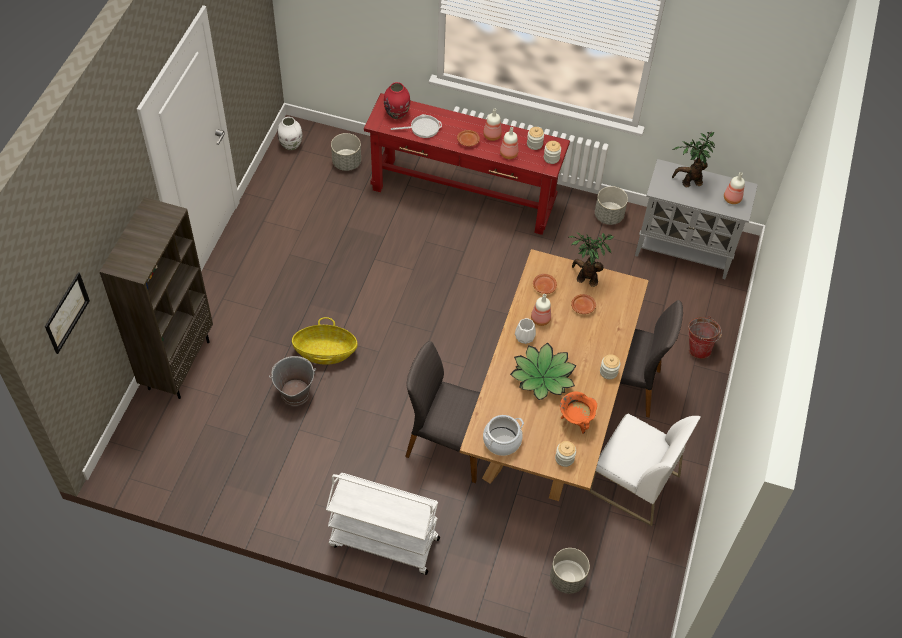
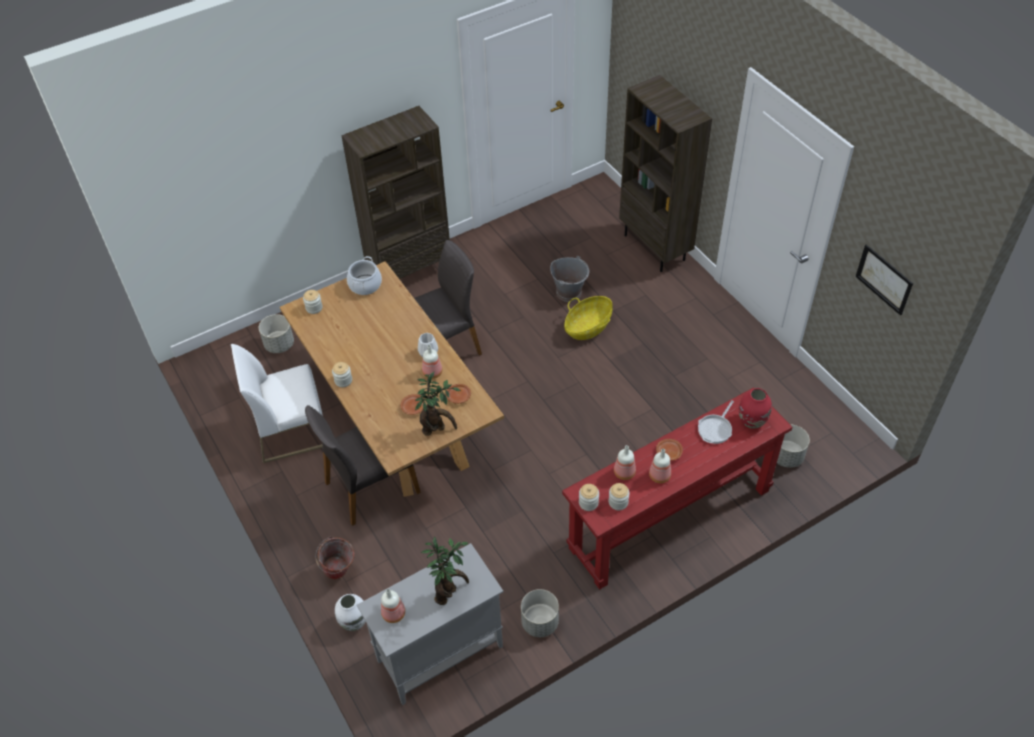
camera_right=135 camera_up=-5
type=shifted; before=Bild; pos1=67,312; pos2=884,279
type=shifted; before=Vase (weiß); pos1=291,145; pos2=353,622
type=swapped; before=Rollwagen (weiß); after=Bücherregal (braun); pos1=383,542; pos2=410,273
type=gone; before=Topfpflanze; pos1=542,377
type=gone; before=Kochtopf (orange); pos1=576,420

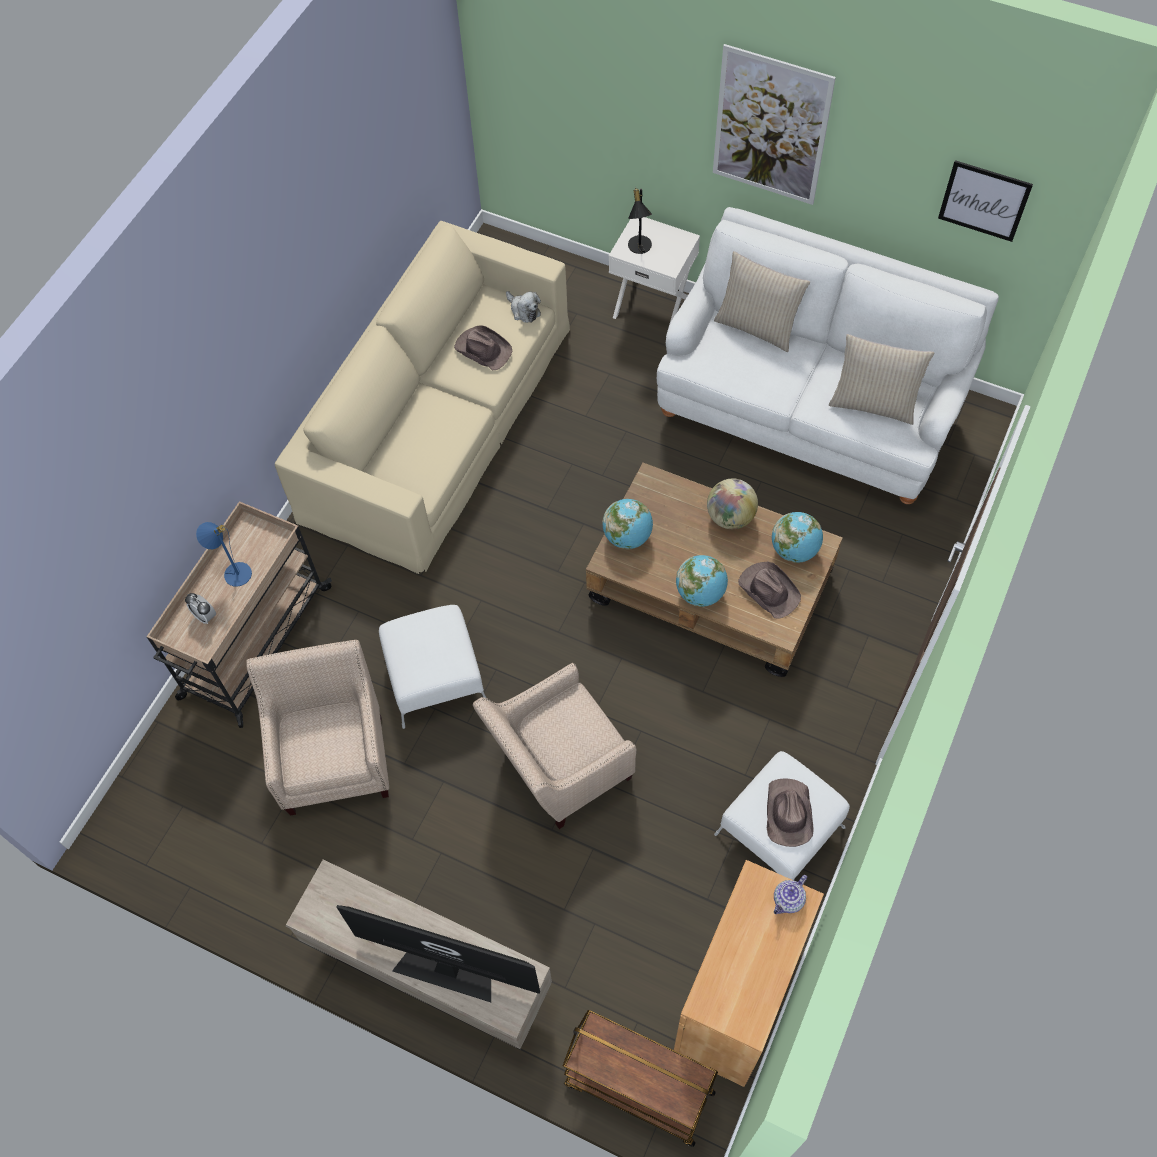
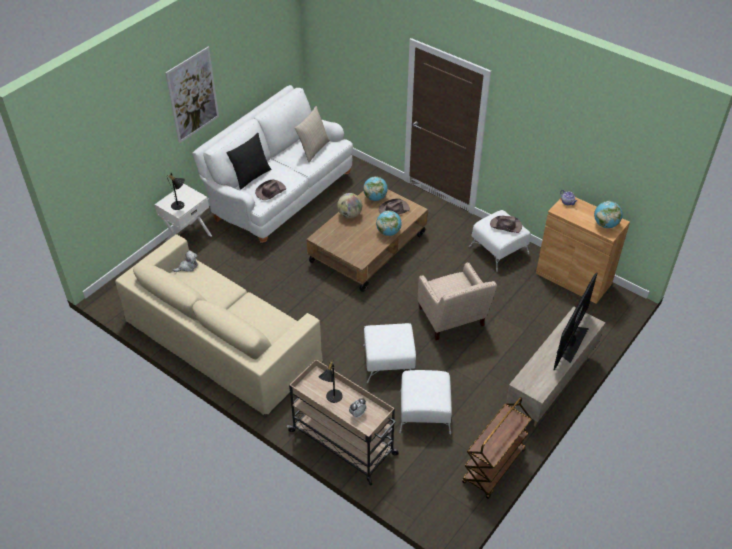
camera_right=-80 camera_up=-15
type=repainted; before=Tischlampe (blau); after=Tischlampe (schwarz); pos1=233,571; pos2=331,398
type=swapped; before=Sessel (beige); after=Polsterhocker (weiß); pos1=335,755; pos2=425,411
type=shifted; before=Hut (braun); pos1=483,349; pos2=270,191
type=shifted; before=Rollwagen (braun); pos1=637,1088; pos2=494,467
type=shifted; before=Globus; pos1=627,537; pos2=605,224
type=repainted; before=Kissen (beige); after=Kissen (schwarz); pos1=757,326; pos2=251,176
type=gone; before=Bild; pos1=984,200

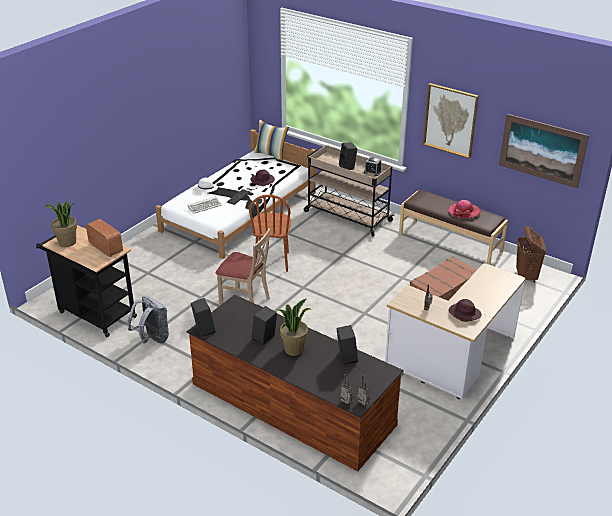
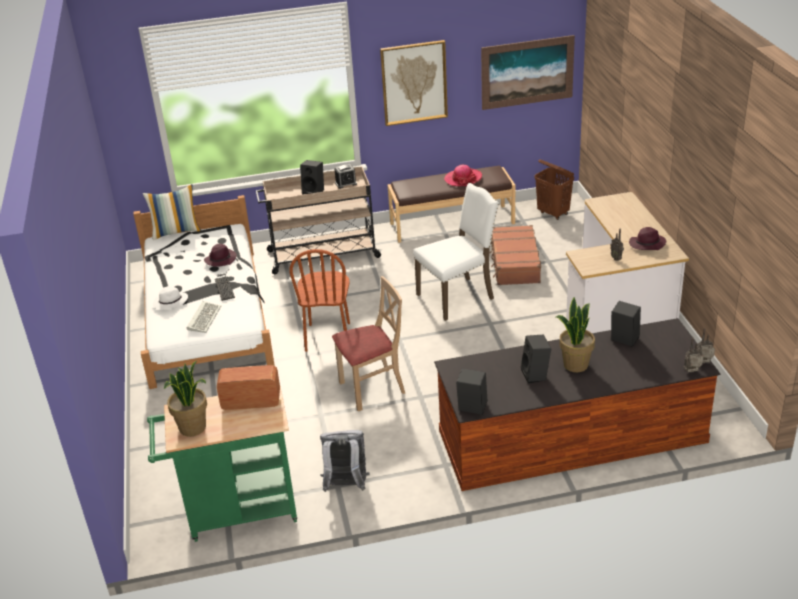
camera_right=-45 camera_up=0
type=repainted; before=Rollwagen (schwarz); after=Rollwagen (grün); pos1=94,313; pos2=235,513
type=rotated; before=Stuhl (braun); pos1=272,261; pos2=328,337; turn=45
type=new; after=Stuhl (weiß); pos2=457,297

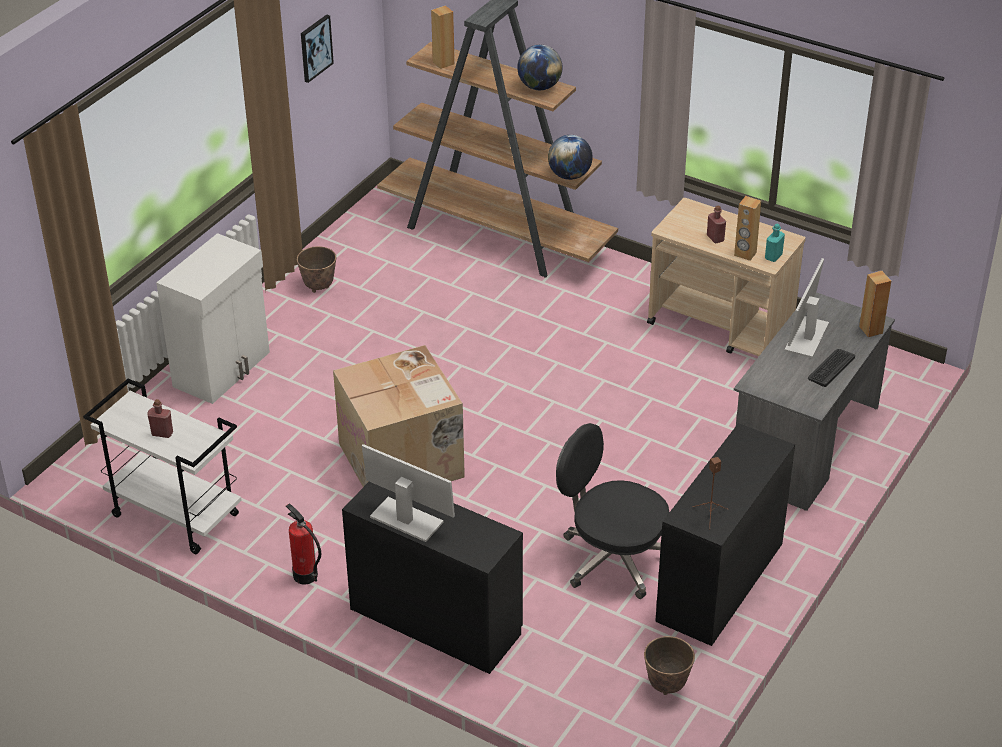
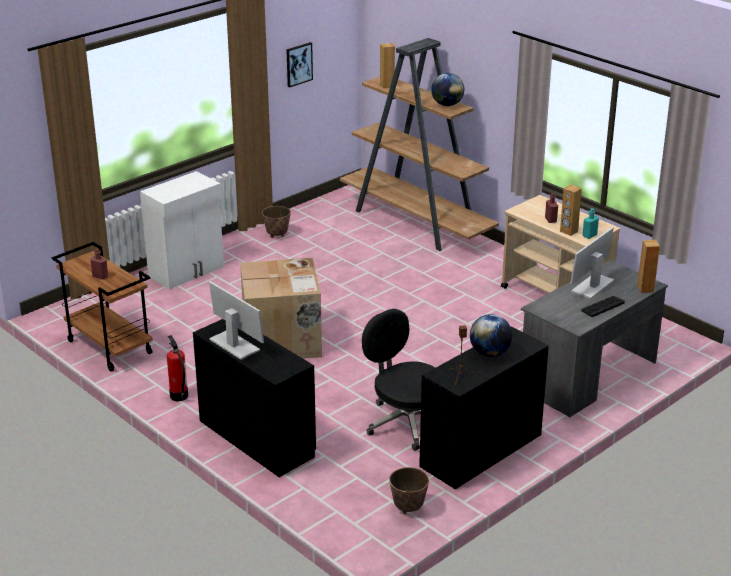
camera_right=15 camera_up=-10
type=repainted; before=Rollwagen (weiß); after=Rollwagen (braun); pos1=174,515; pos2=108,347
type=shifted; before=Globus; pos1=569,175; pos2=490,353

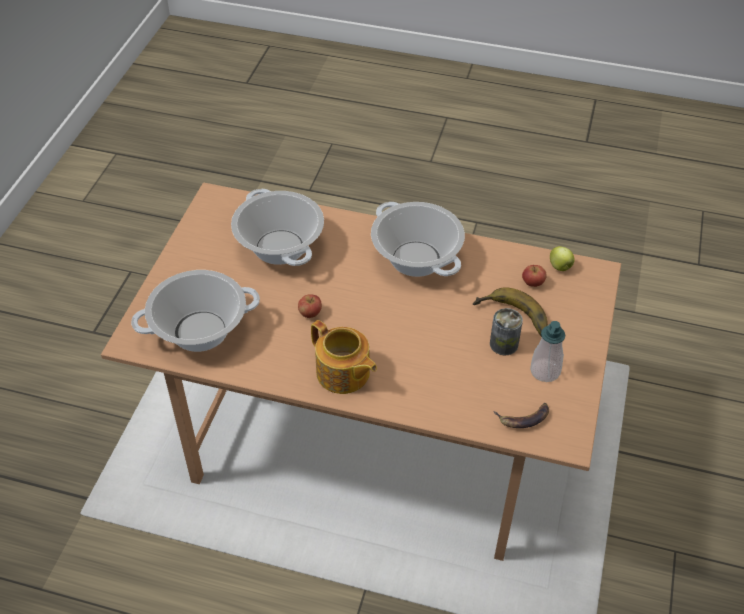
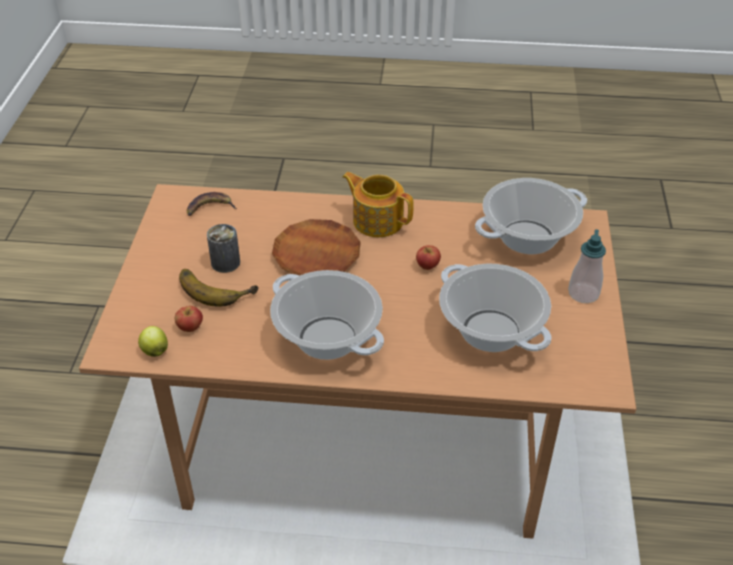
camera_right=170 camera_up=-5
type=shifted; before=Seifenspender; pos1=545,371; pos2=583,293
type=new; after=Teller (braun); pos2=316,254

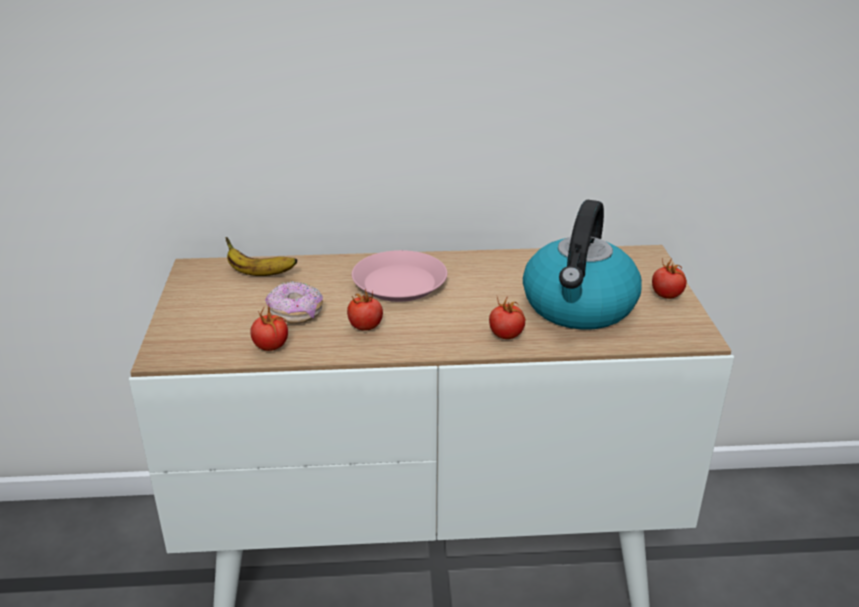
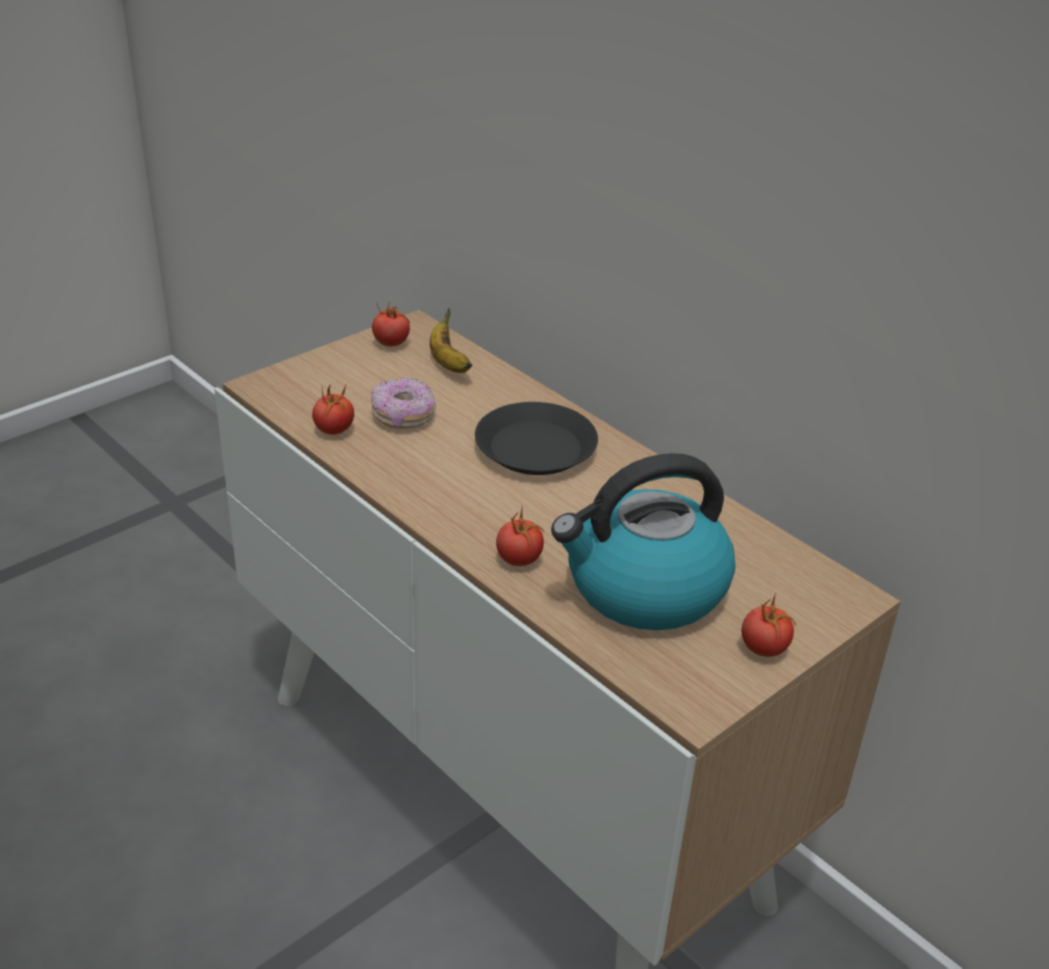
camera_right=50 camera_up=5
type=shifted; before=Tomate; pos1=365,326; pos2=391,343
type=repainted; before=Teller (rosa); after=Teller (schwarz); pos1=399,283; pos2=535,448

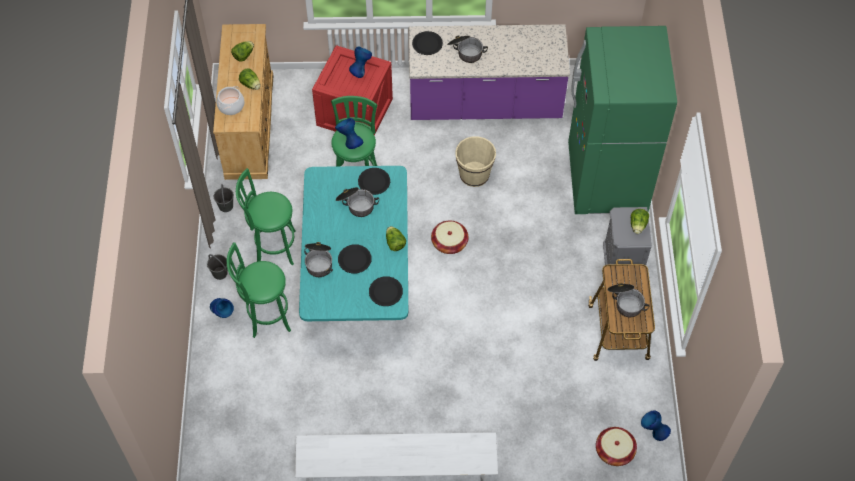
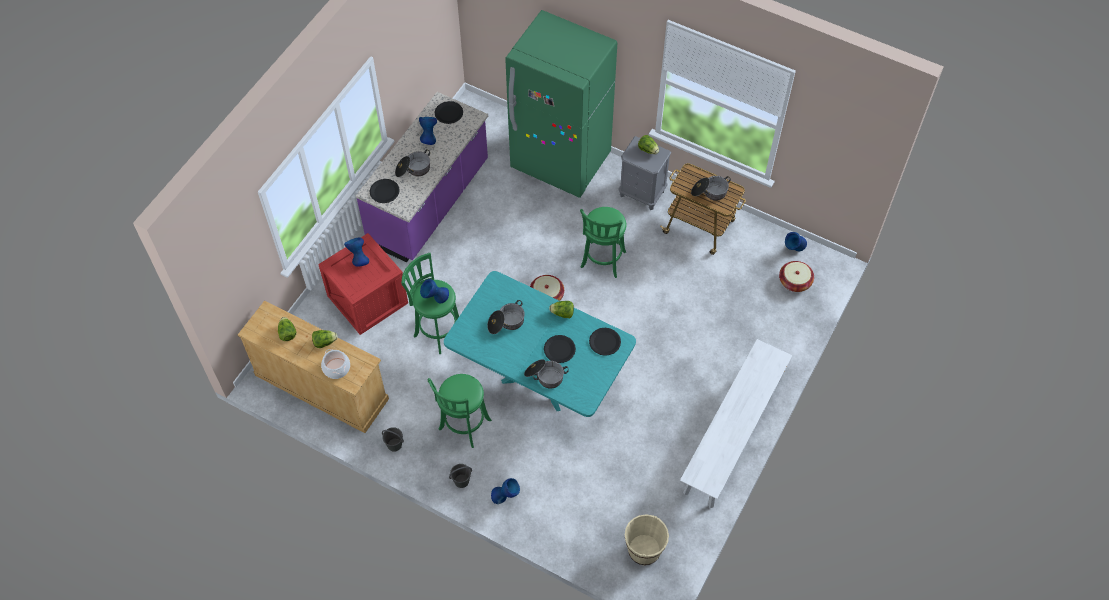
camera_right=-60 camera_up=0
type=shifted; before=Hocker (grün); pos1=266,316; pos2=602,261
type=shifted; before=Teller (schwarz); pos1=374,181; pos2=448,113
type=shifted; before=Eimer (beige); pos1=474,174; pos2=644,550
type=new; after=Vase (blau); pos2=429,138

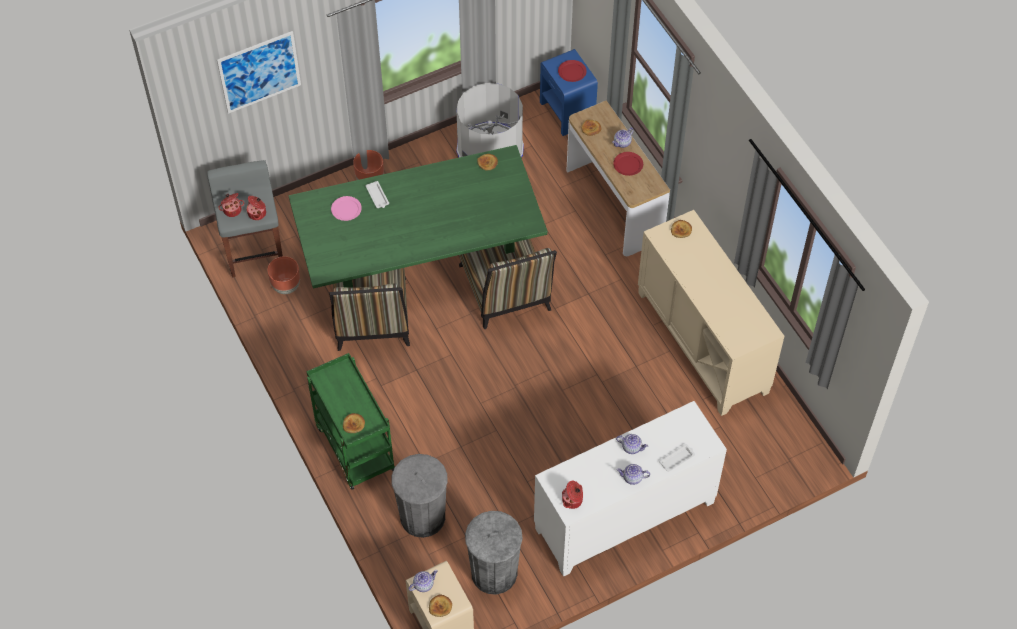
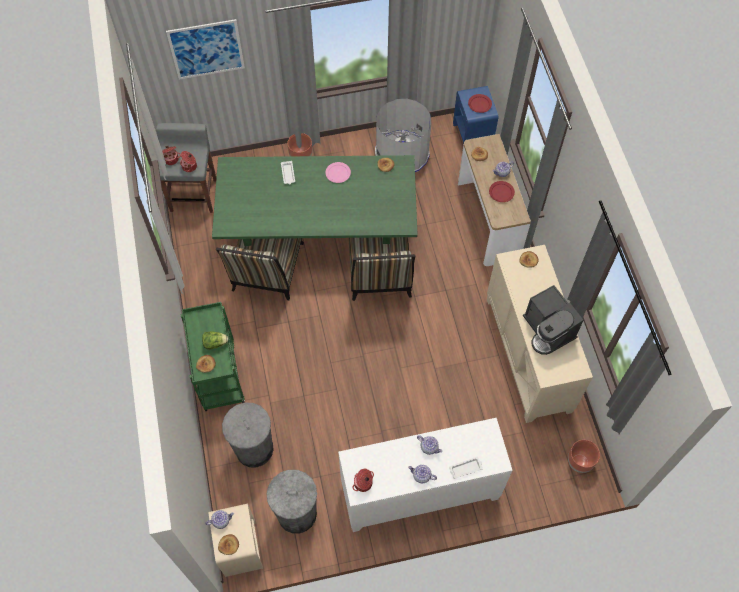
camera_right=15 camera_up=5
type=shifted; before=Pflanzkübel (braun); pos1=286,286; pos2=579,462
type=shifted; before=Teller (rosa); pos1=346,209; pos2=338,173
type=new; after=Salatkopf; pos2=215,343
type=new; after=Kaffeemaschine; pos2=548,330

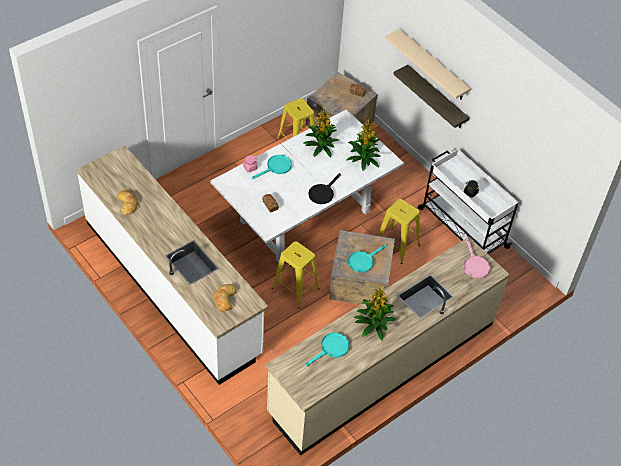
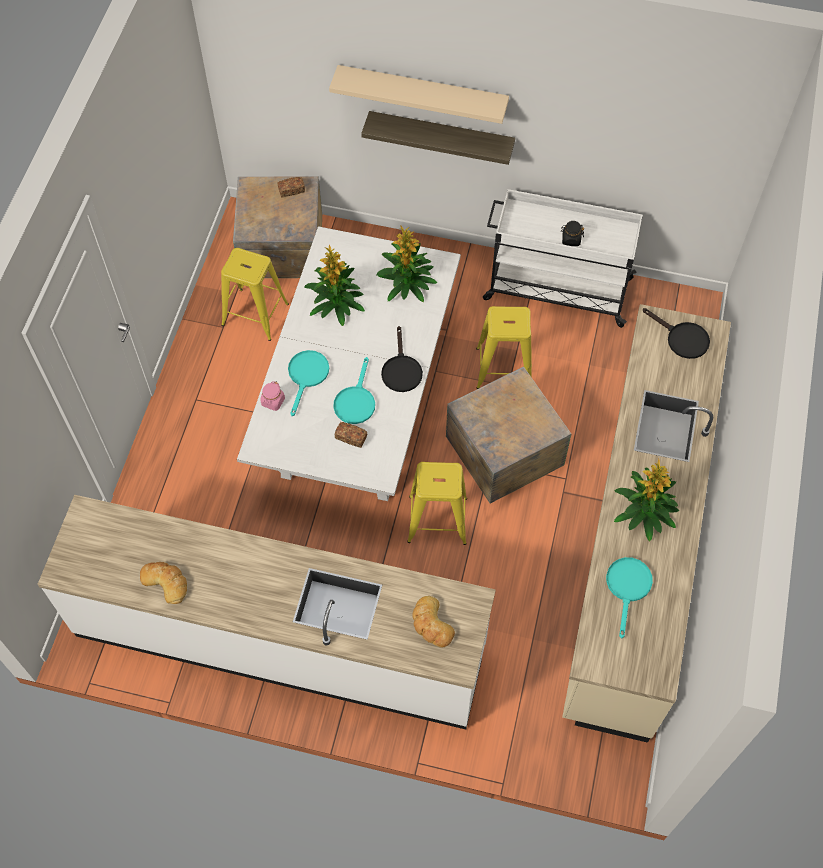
camera_right=-35 camera_up=10
type=shifted; before=Pfanne (türkis); pos1=363,261; pos2=355,401
type=repainted; before=Pfanne (rosa); after=Pfanne (schwarz); pos1=474,265; pos2=682,339

